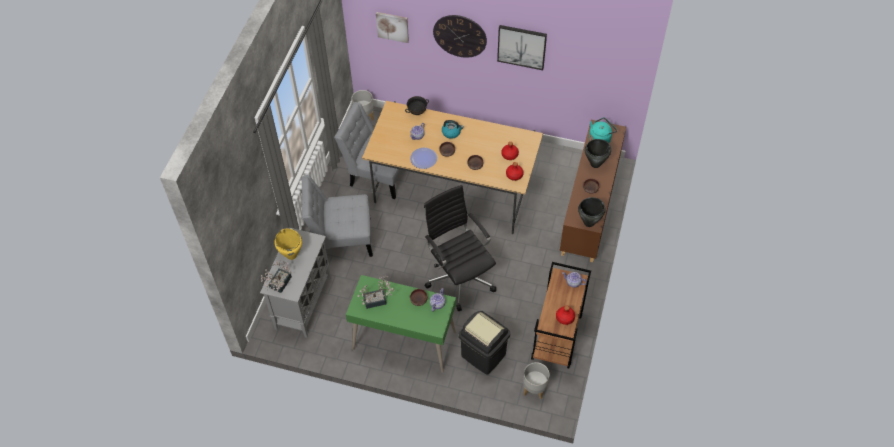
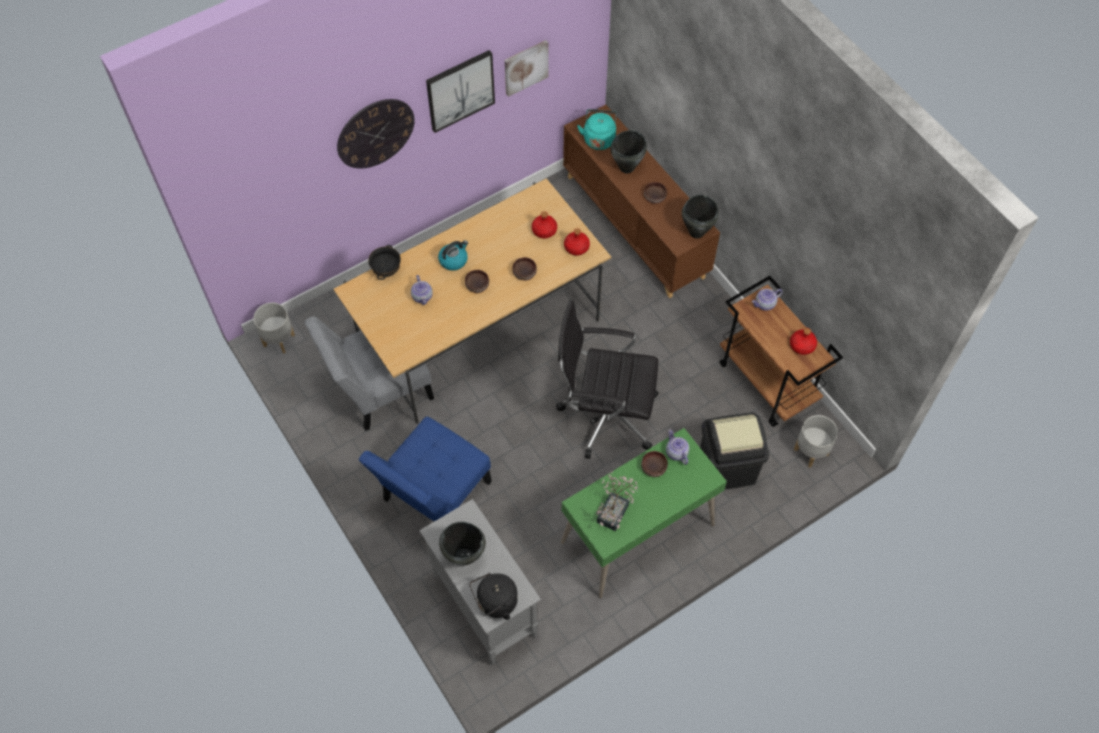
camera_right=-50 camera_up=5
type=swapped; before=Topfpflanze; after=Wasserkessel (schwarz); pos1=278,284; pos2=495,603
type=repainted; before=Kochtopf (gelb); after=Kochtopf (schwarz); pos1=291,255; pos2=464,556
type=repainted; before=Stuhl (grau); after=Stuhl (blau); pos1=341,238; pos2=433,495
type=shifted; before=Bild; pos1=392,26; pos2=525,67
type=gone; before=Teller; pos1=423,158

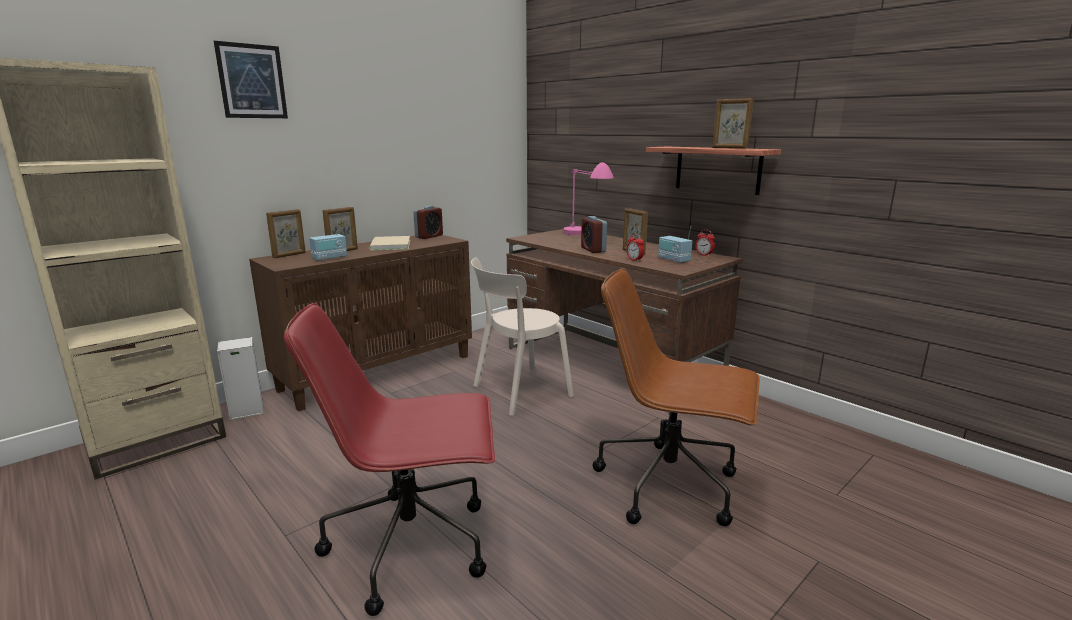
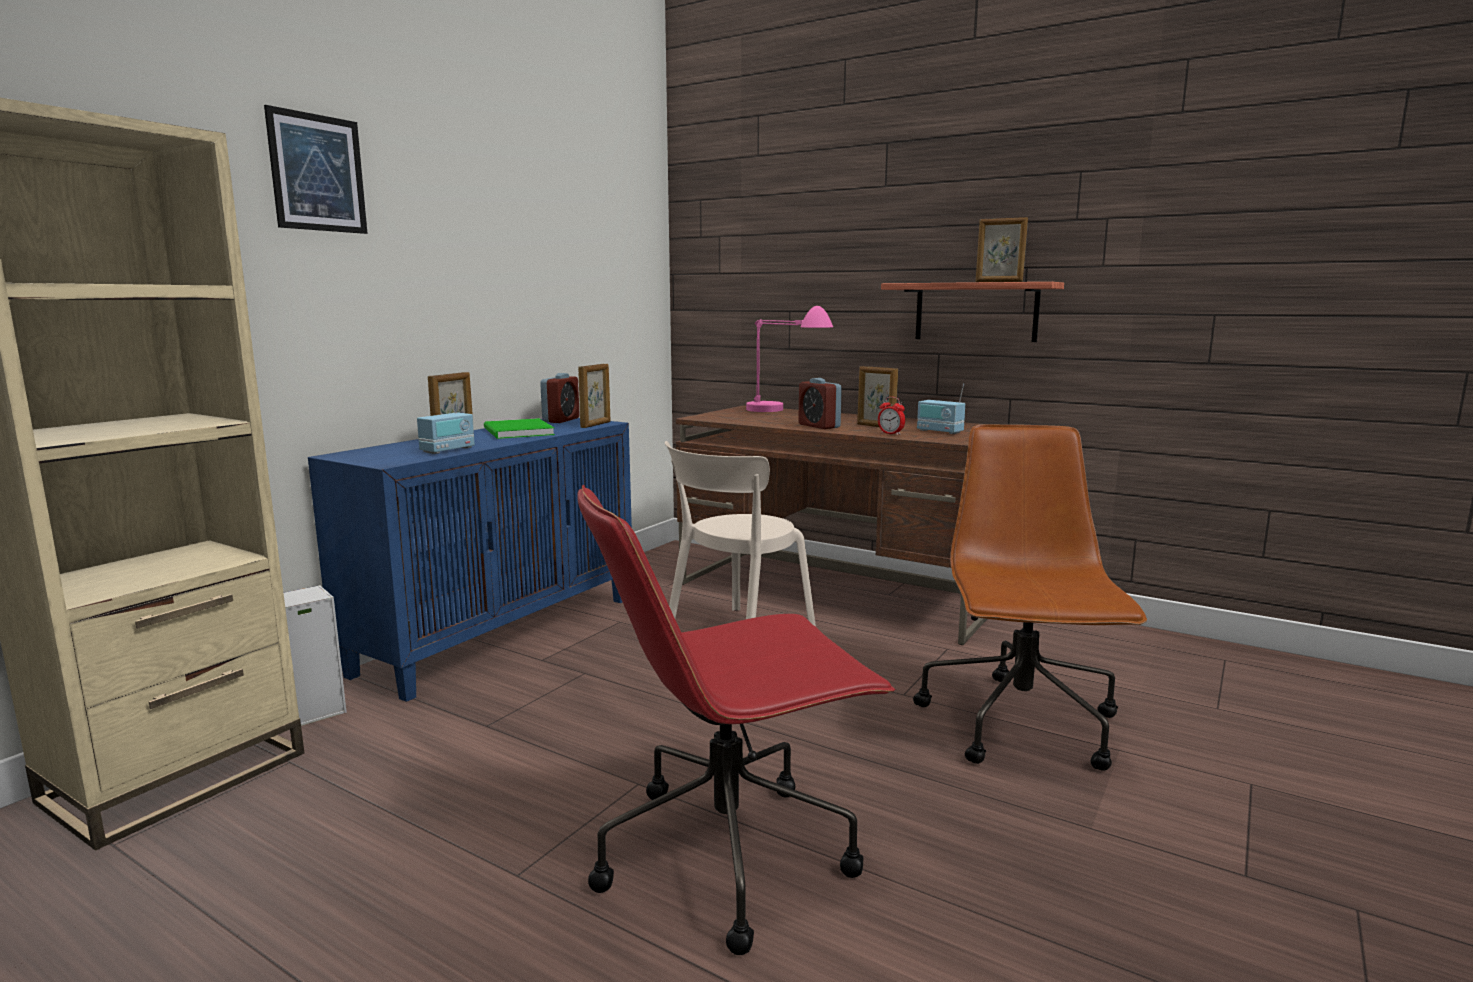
camera_right=-15 camera_up=-5
type=repainted; before=Schrank (braun); after=Schrank (blau); pos1=379,372; pos2=501,633
type=shifted; before=Bilderrahmen; pos1=289,255; pos2=596,425
type=repainted; before=Buch (beige); after=Buch (grün); pos1=389,245; pos2=517,432
type=rotated; before=Bürostuhl (braun); pos1=670,485; pos2=1020,726; turn=90
type=gone; before=Wecker; pos1=704,255

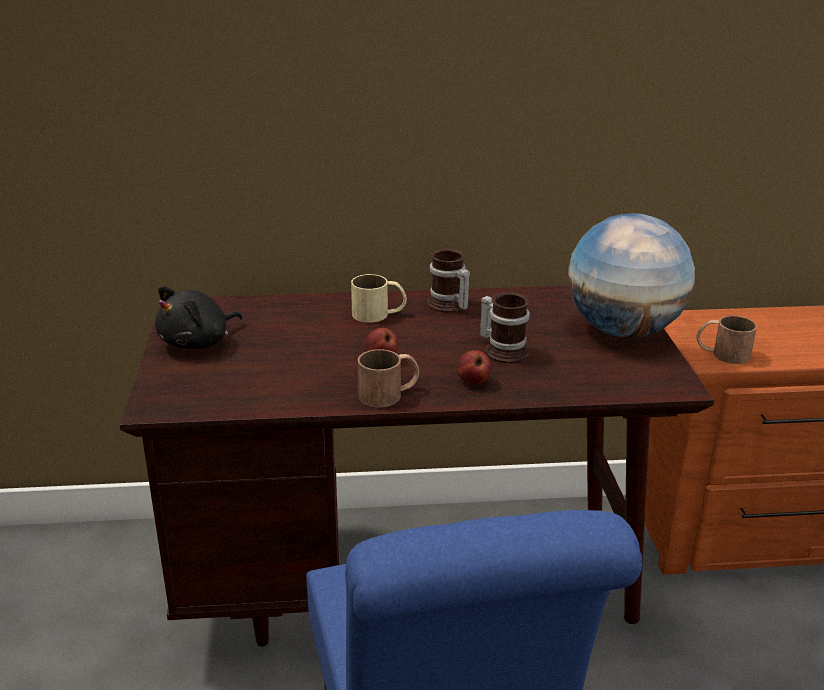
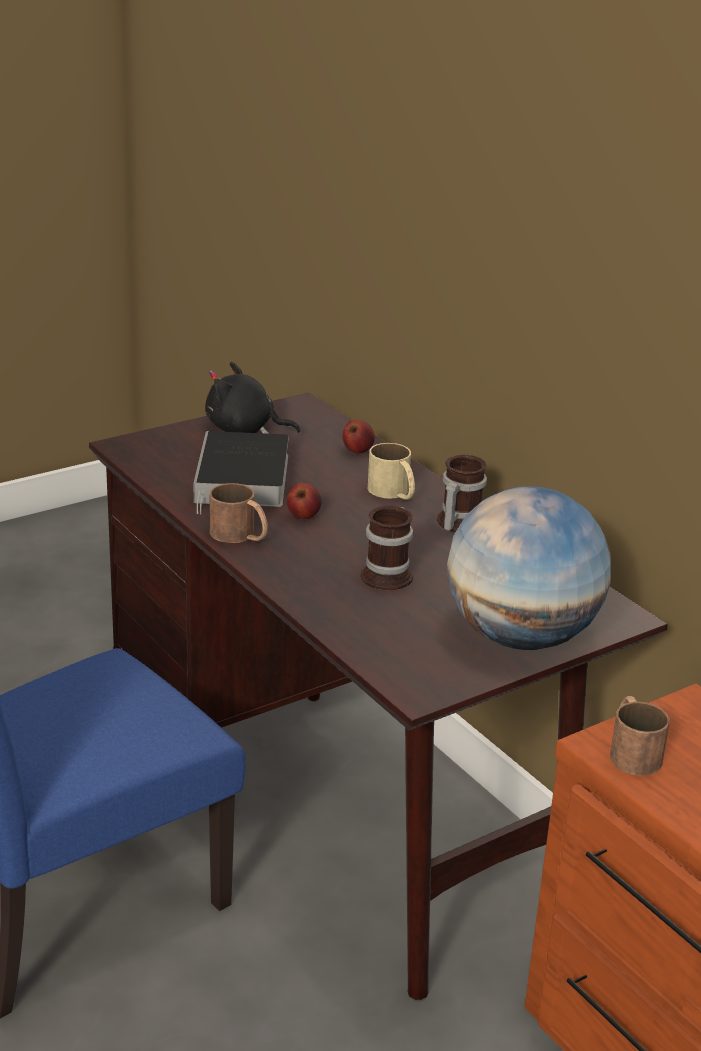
camera_right=60 camera_up=0
type=shifted; before=Apfel; pos1=473,381; pos2=357,451
type=new; after=Buch; pos2=243,479

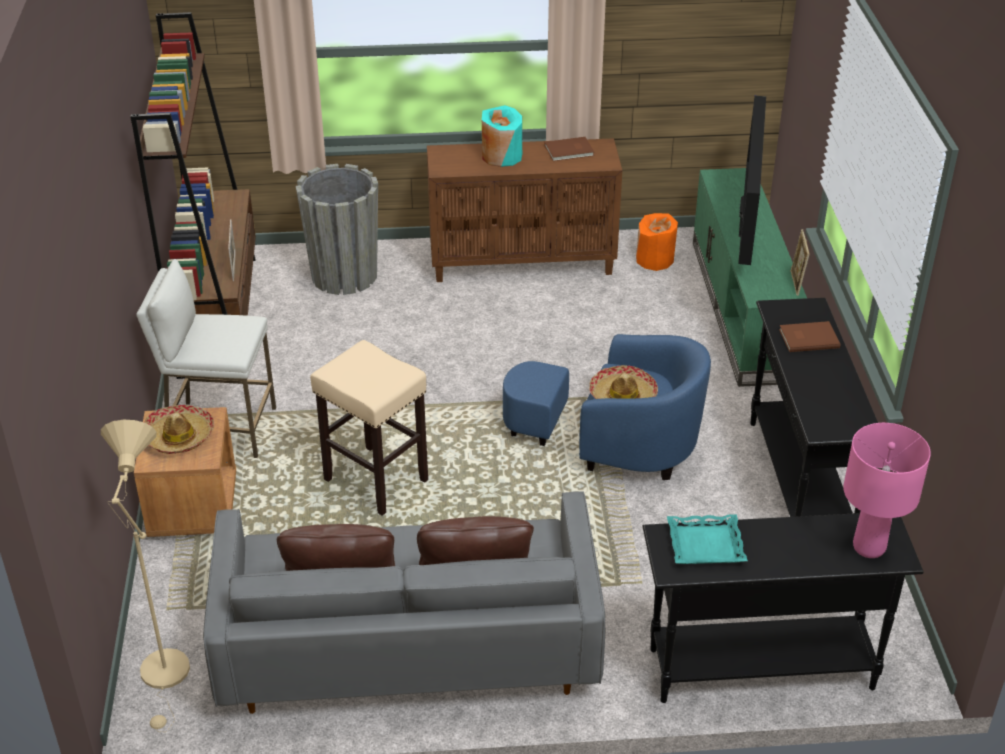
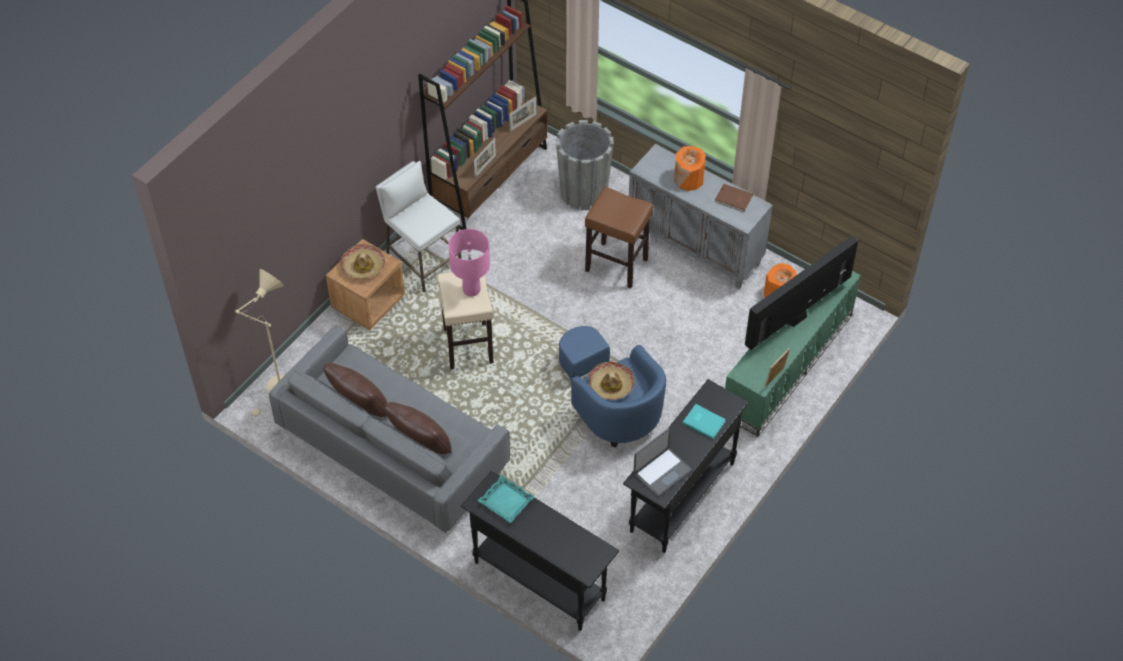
camera_right=40 camera_up=15
type=repainted; before=Schrank (braun); after=Schrank (grau); pos1=523,262; pos2=696,246
type=repainted; before=Vase (türkis); after=Vase (orange); pos1=501,156; pos2=688,179
type=repainted; before=Buch (braun); after=Buch (türkis); pos1=807,338; pos2=704,421
type=shifted; before=Tischlampe (rosa); pos1=869,547; pos2=471,290
type=new; after=Bilderrahmen; pos2=523,122
type=new; after=Hocker (braun); pos2=617,265
type=new; after=Laptop; pos2=661,471

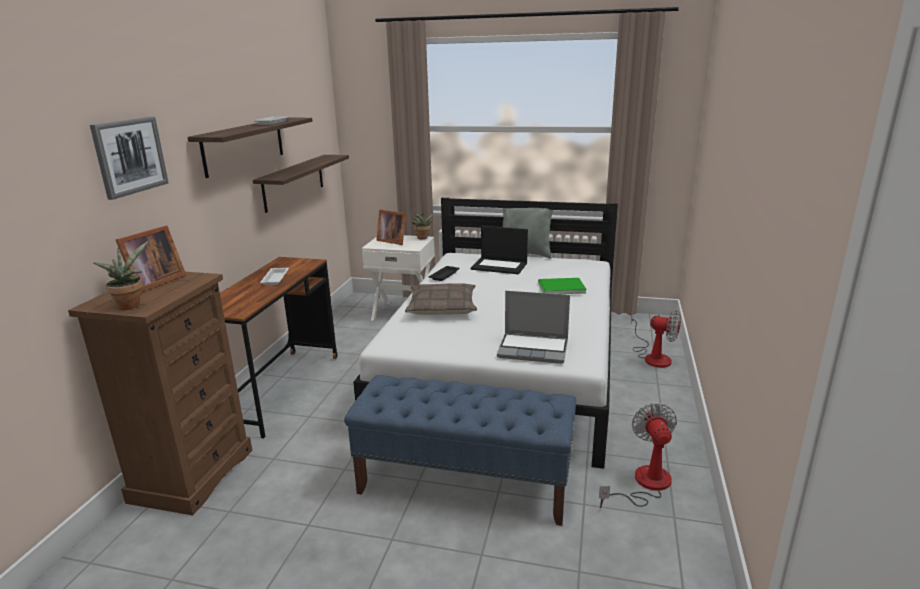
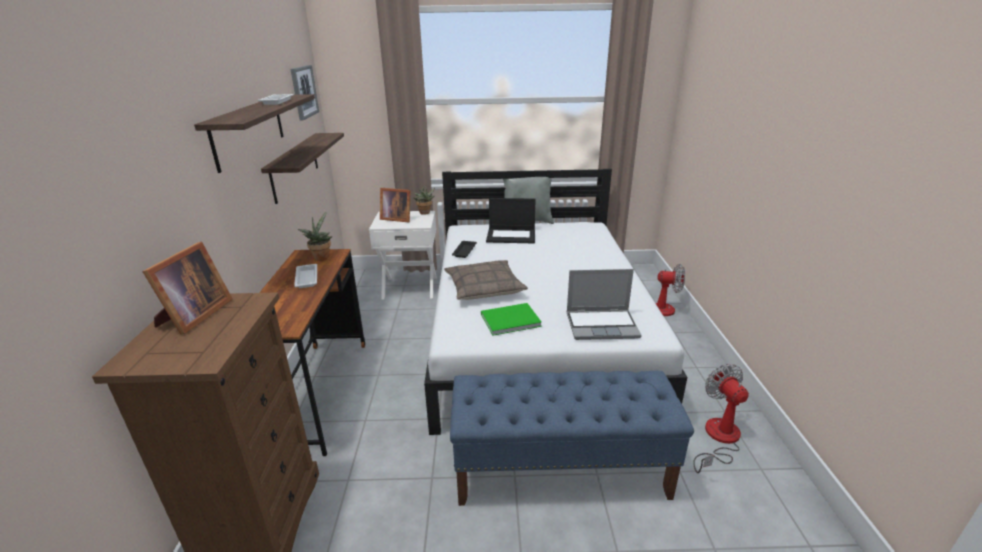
camera_right=-15 camera_up=5
type=shifted; before=Bild; pos1=129,156; pos2=304,92
type=shifted; before=Topfpflanze; pos1=130,305; pos2=321,257
type=shifted; before=Buch (grün); pos1=560,287; pos2=508,320

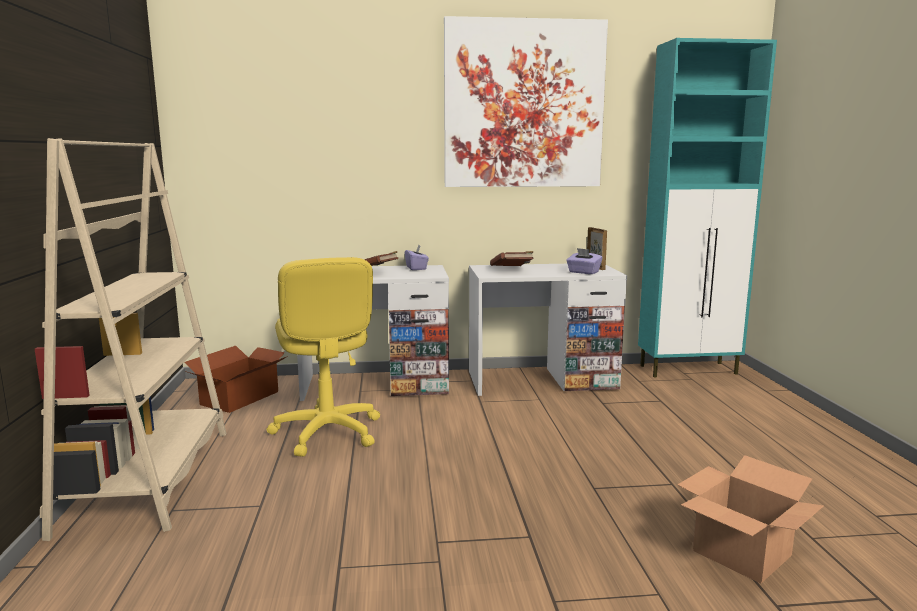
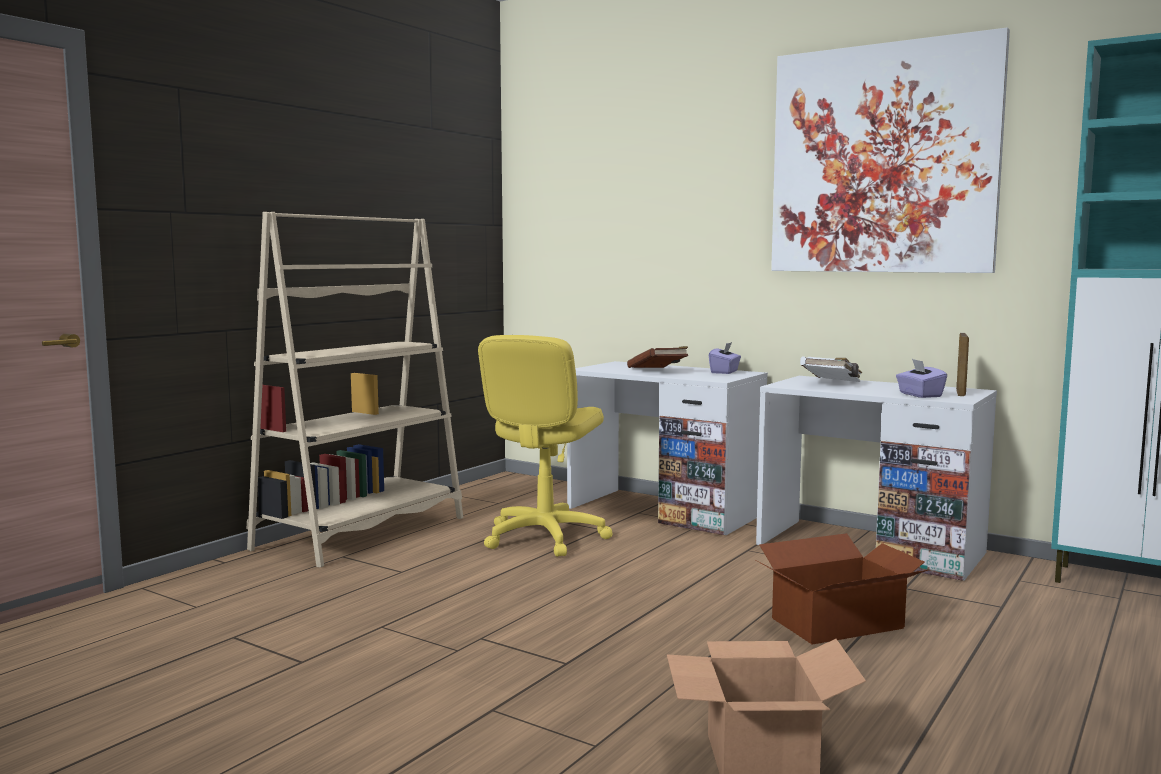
camera_right=40 camera_up=-5
type=shifted; before=Karton; pos1=241,398; pos2=839,624
type=repainted; before=Buch (braun); after=Buch (weiß); pos1=512,270; pos2=832,384

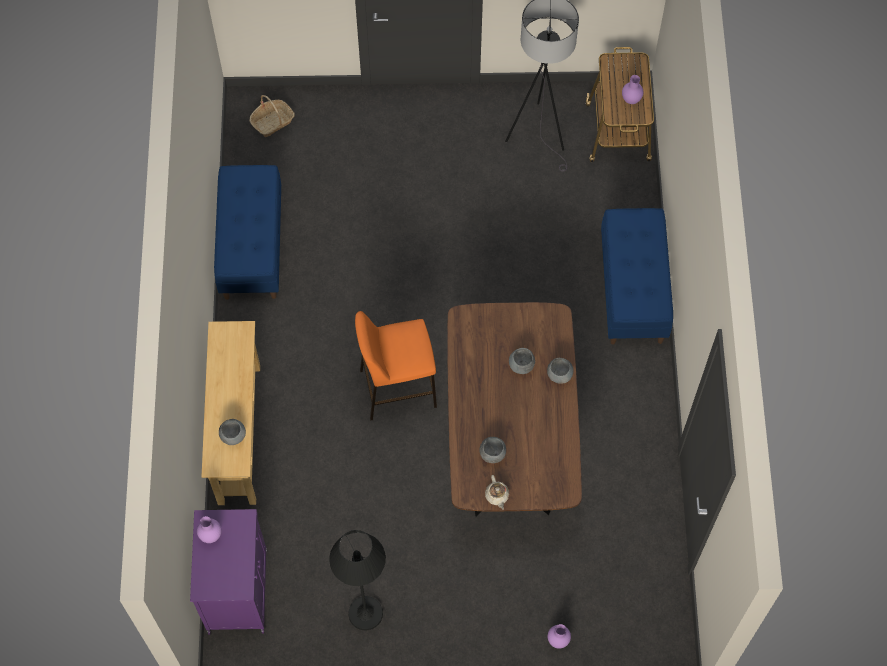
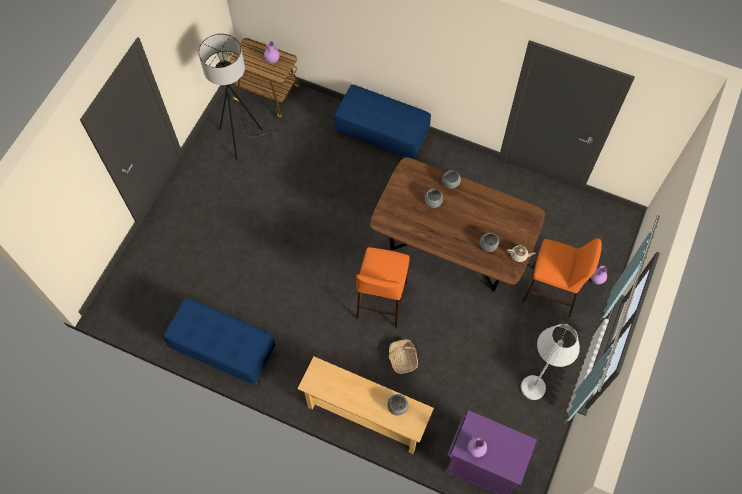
camera_right=-65 camera_up=0
type=shifted; before=Korb; pos1=272,122; pos2=402,358
type=repainted; before=Stehlampe (schwarz); after=Stehlampe (weiß); pos1=365,613; pos2=533,387
type=new; after=Hocker (orange); pos2=551,292

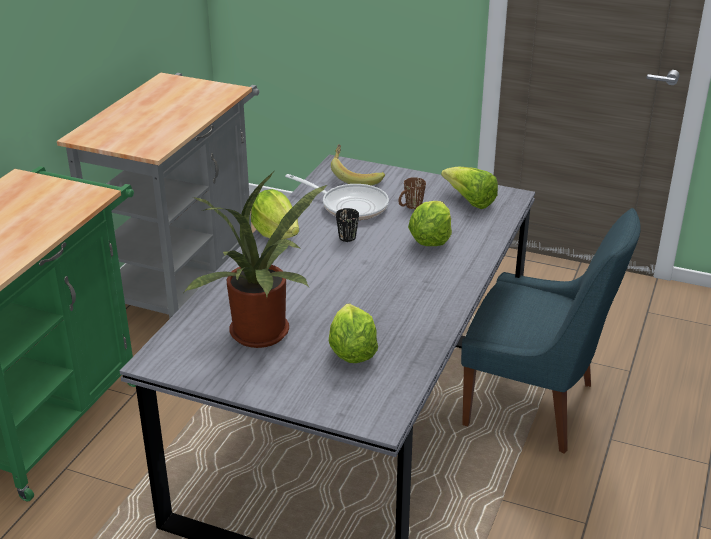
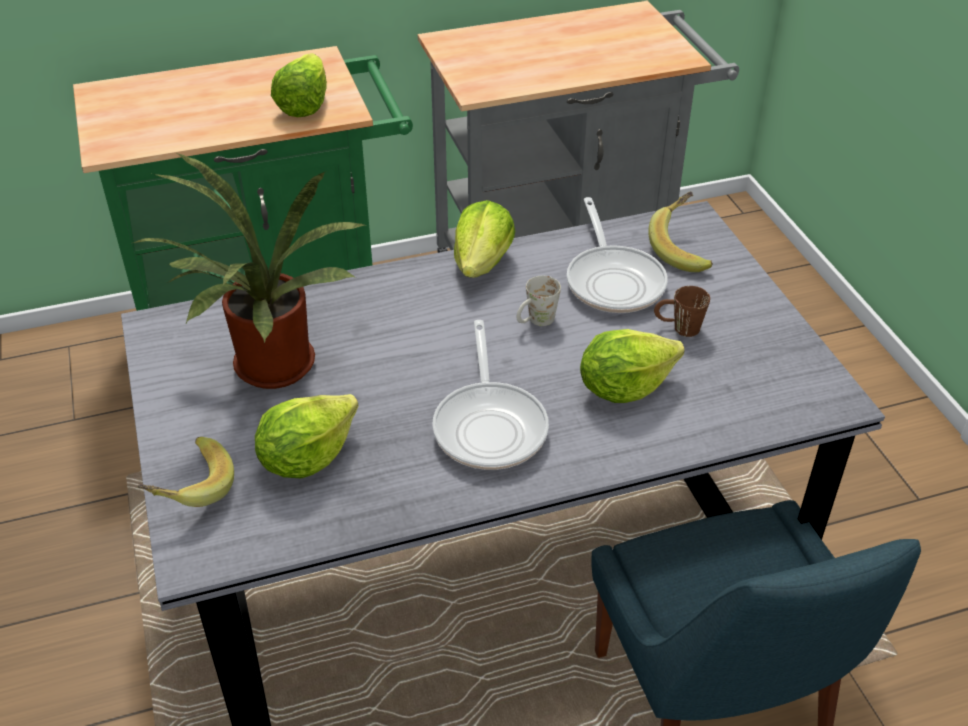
camera_right=50 camera_up=10
type=repainted; before=Henkelbecher (schwarz); after=Henkelbecher (weiß); pos1=347,240; pos2=535,322
type=shifted; before=Salatkopf; pos1=470,201; pos2=304,104
type=new; after=Banane; pos2=189,489
type=new; after=Pfanne; pos2=490,425

